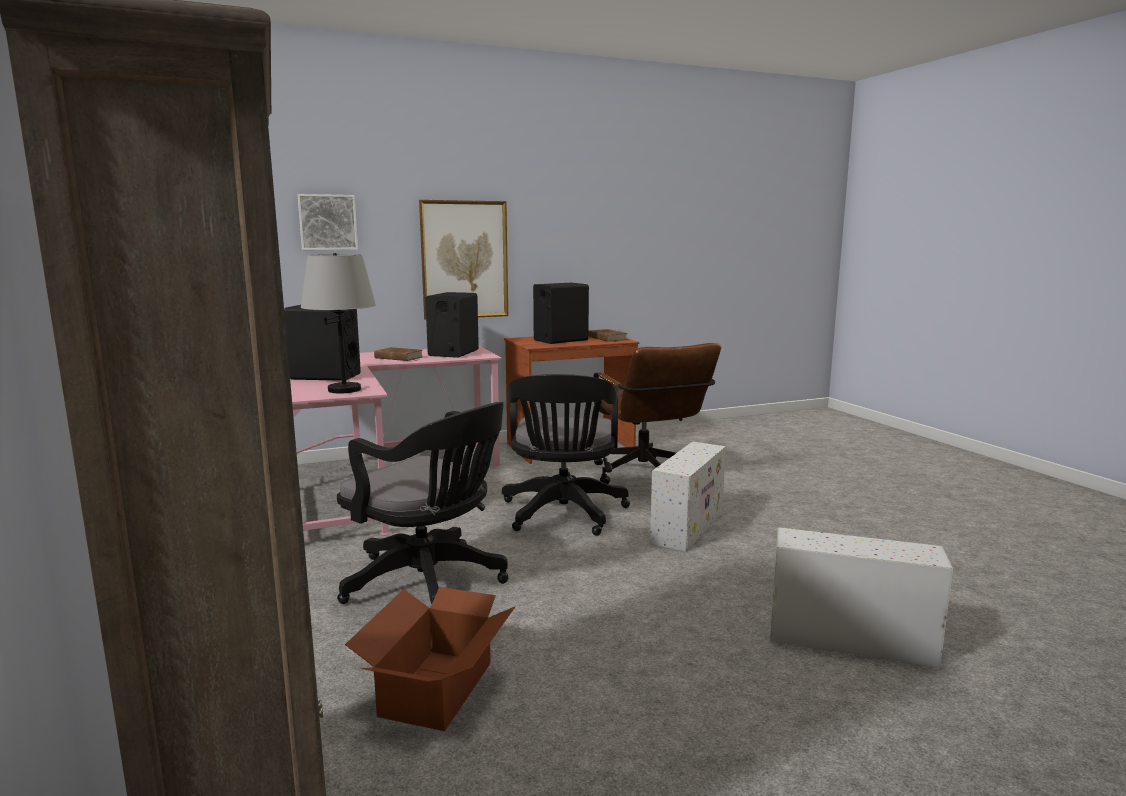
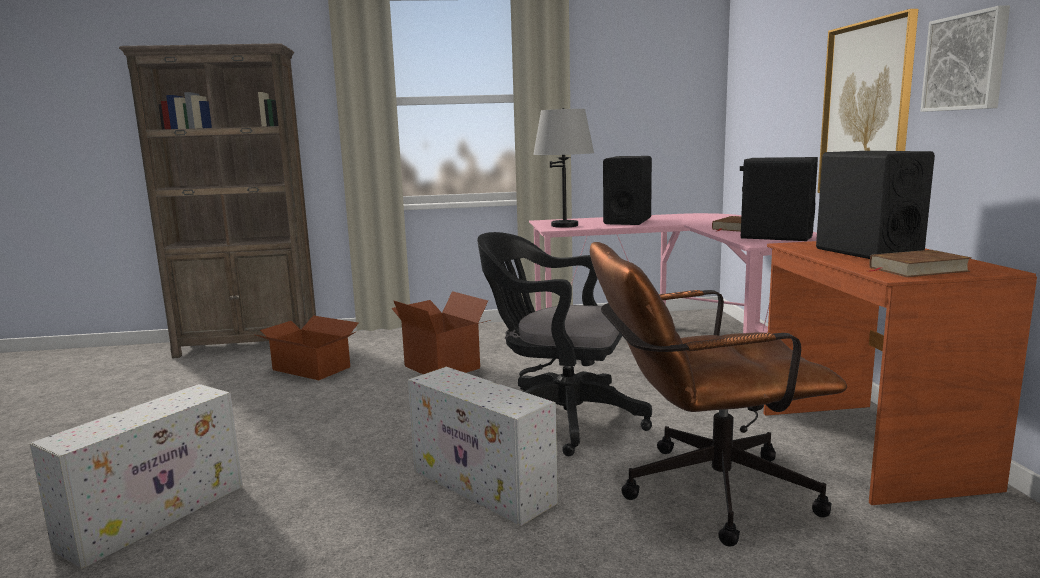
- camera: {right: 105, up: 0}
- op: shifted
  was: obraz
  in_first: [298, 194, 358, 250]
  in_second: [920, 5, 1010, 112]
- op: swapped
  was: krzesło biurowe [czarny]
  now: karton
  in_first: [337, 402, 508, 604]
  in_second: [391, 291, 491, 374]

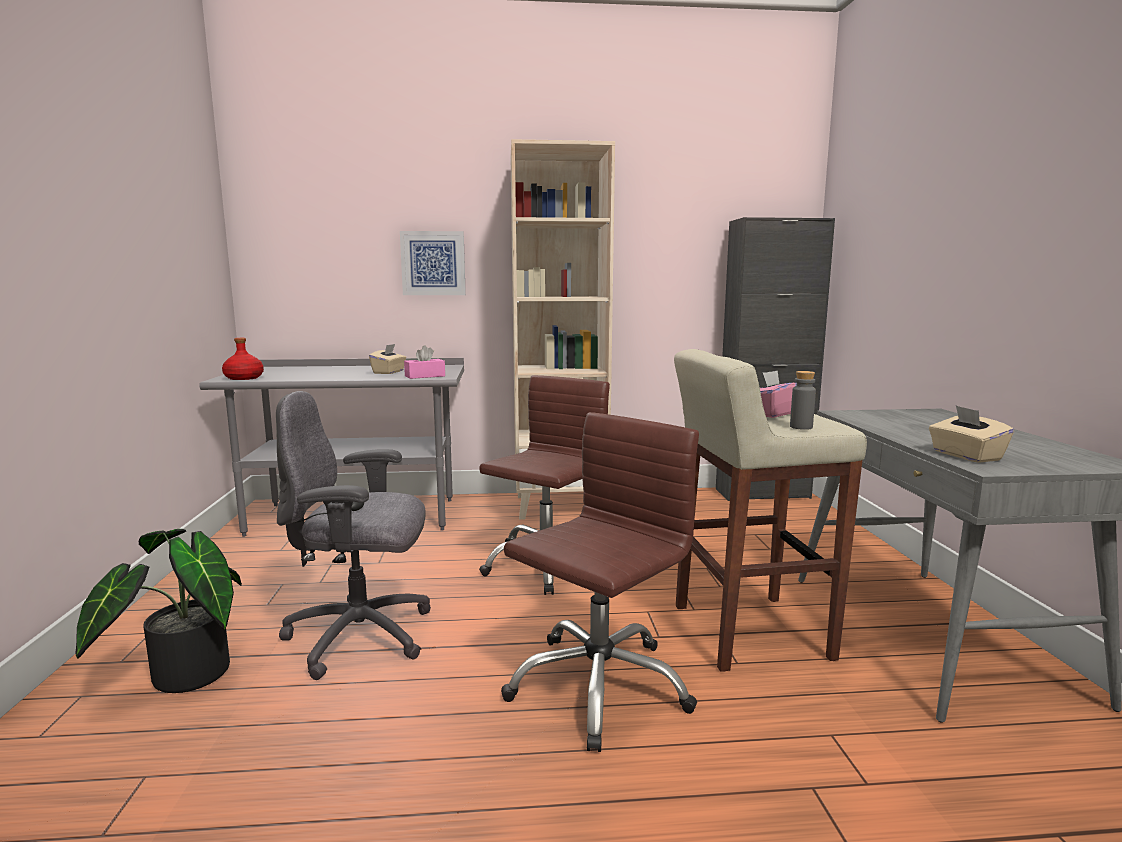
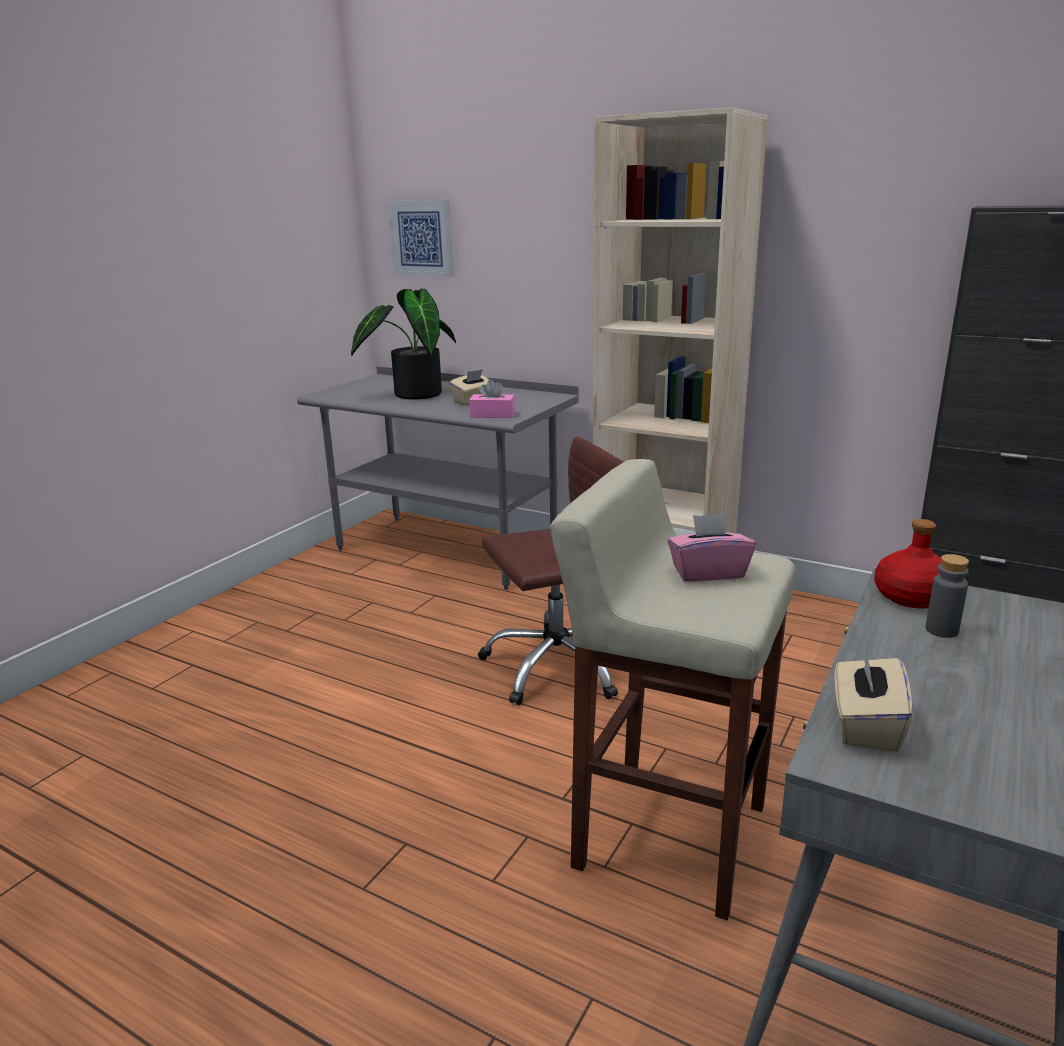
- camera: {right: 35, up: 10}
- op: gone
  was: krzesło biurowe [szary]
  in_first: [276, 391, 431, 680]
- op: gone
  was: krzesło biurowe [brązowy]
  in_first: [501, 412, 699, 752]
- op: shifted
  was: roślina doniczkowa
  in_first: [75, 529, 242, 693]
  in_second: [351, 289, 456, 400]
- op: shifted
  was: butelka [czerwony]
  in_first: [222, 338, 264, 380]
  in_second: [874, 519, 941, 608]
- op: shifted
  was: obraz
  in_first: [400, 231, 466, 295]
  in_second: [388, 200, 453, 277]
- op: shifted
  was: butelka [szary]
  in_first: [790, 371, 816, 430]
  in_second: [925, 554, 969, 638]

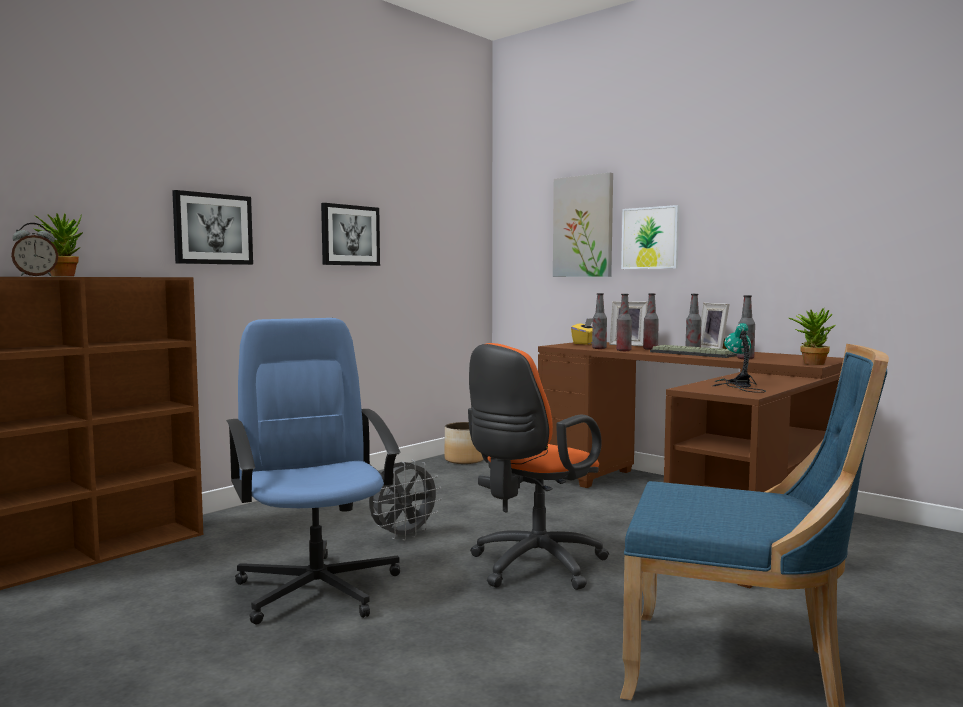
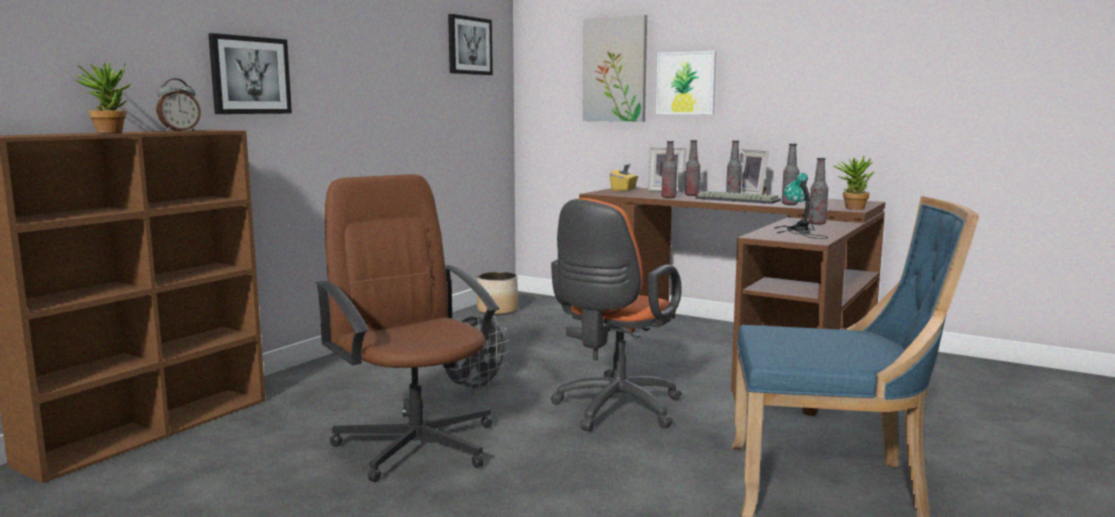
- camera: {right: -10, up: 5}
- op: shifted
  was: budzik
  in_first: [11, 223, 58, 276]
  in_second: [156, 78, 201, 132]
- op: shifted
  was: obraz
  in_first: [321, 203, 380, 266]
  in_second: [448, 14, 493, 75]
- op: shifted
  was: butelka
  in_first: [592, 293, 607, 349]
  in_second: [808, 158, 828, 225]
- op: repainted
  was: krzesło biurowe [niebieski]
  now: krzesło biurowe [brązowy]
  in_first: [226, 318, 401, 624]
  in_second: [315, 174, 500, 482]

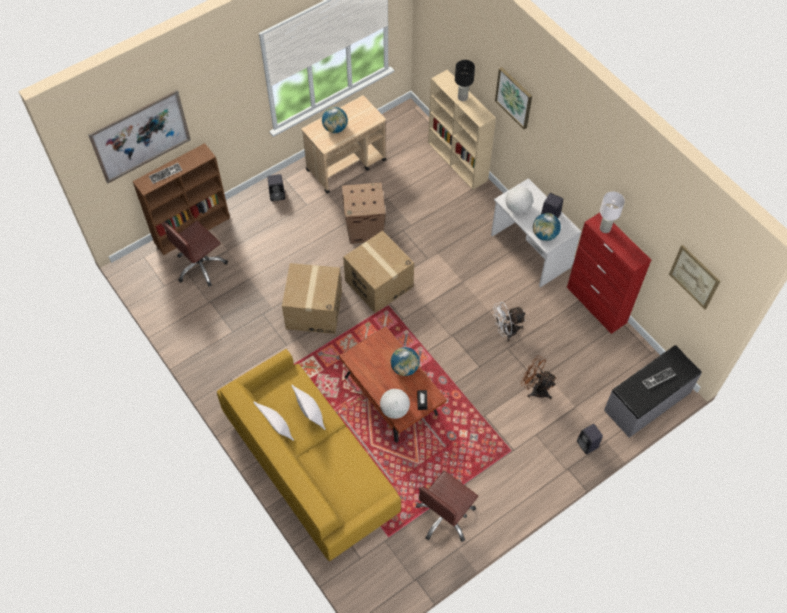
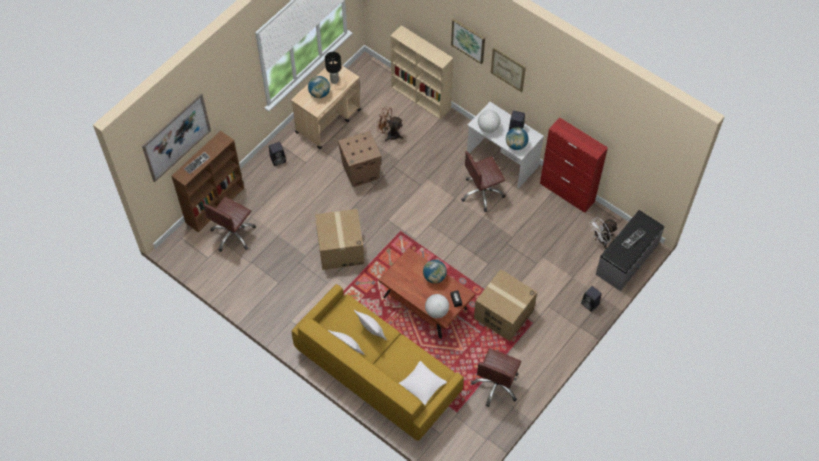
- camera: {right: -15, up: 0}
- op: gone
  was: lampa stołowa [biały]
  in_first: [600, 192, 625, 233]
- op: new
  now: poduszka [biały]
  in_second: [399, 361, 447, 405]
- op: new
  now: krzesło biurowe [brązowy]
  in_second: [461, 151, 506, 212]
- op: shifted
  was: karton
  in_first: [343, 231, 414, 313]
  in_second: [474, 269, 537, 341]
- op: shifted
  was: lampa stołowa [czarny]
  in_first: [455, 60, 475, 101]
  in_second: [325, 52, 341, 84]
- op: shifted
  was: wentylator [biały]
  in_first: [493, 302, 526, 342]
  in_second: [589, 217, 618, 249]
- op: shifted
  was: wentylator [brązowy]
  in_first: [521, 355, 557, 399]
  in_second: [378, 107, 403, 141]
- op: shifted
  was: obraz
  in_first: [669, 245, 720, 310]
  in_second: [491, 48, 526, 92]

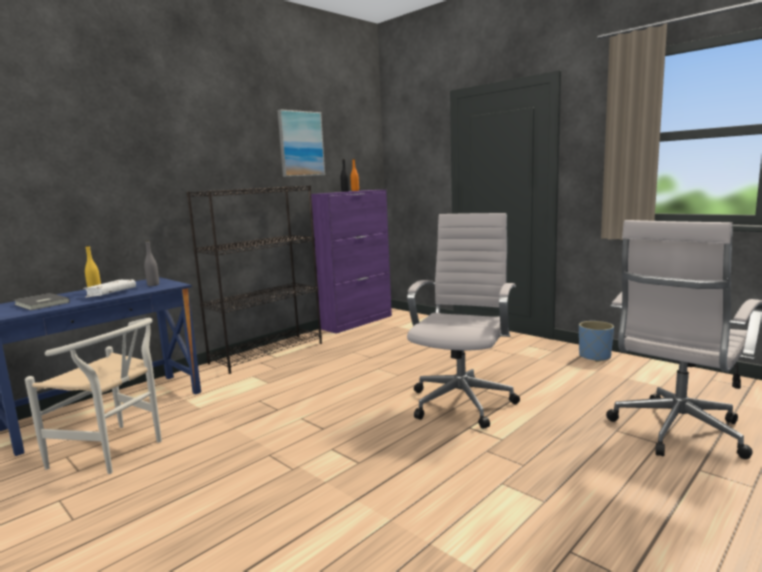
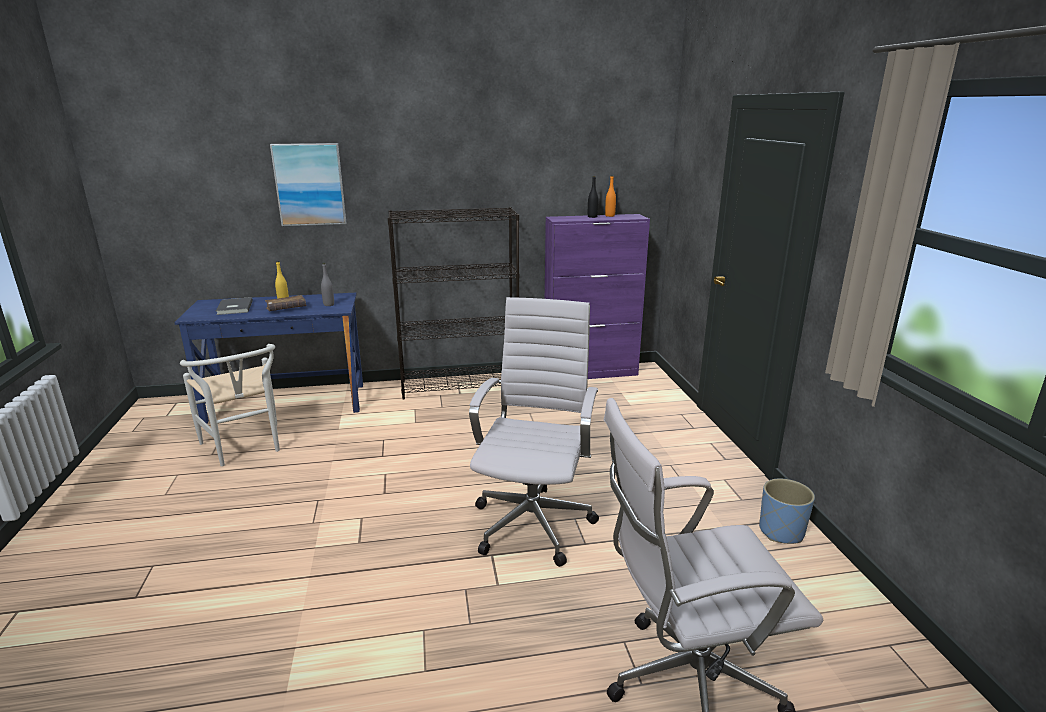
- camera: {right: 35, up: 10}
- op: shifted
  was: obraz
  in_first: [277, 109, 325, 177]
  in_second: [270, 143, 346, 226]
- op: repainted
  was: książka [biały]
  now: książka [brązowy]
  in_first: [83, 280, 136, 298]
  in_second: [265, 295, 306, 311]
- op: rotated
  was: krzesło biurowe [biały]
  in_first: [407, 213, 520, 429]
  in_second: [469, 297, 599, 567]
  clockwise: -45

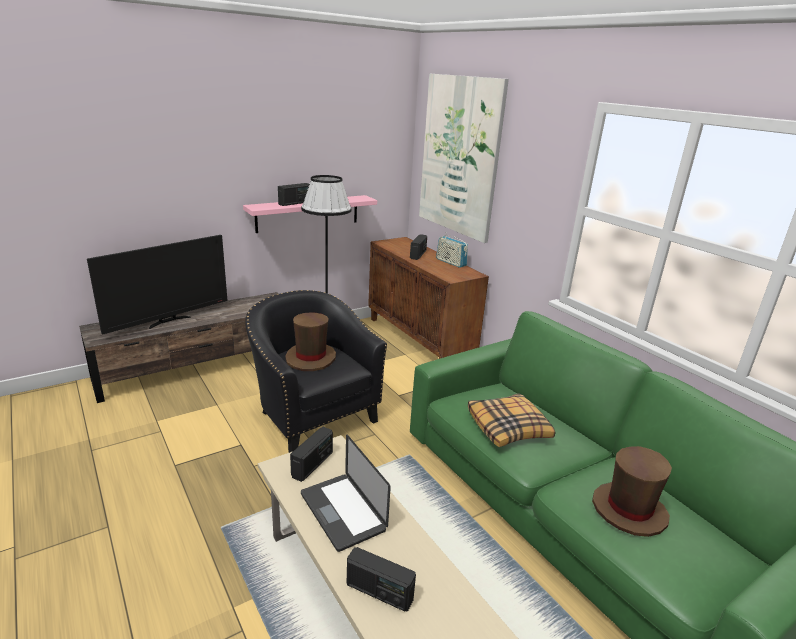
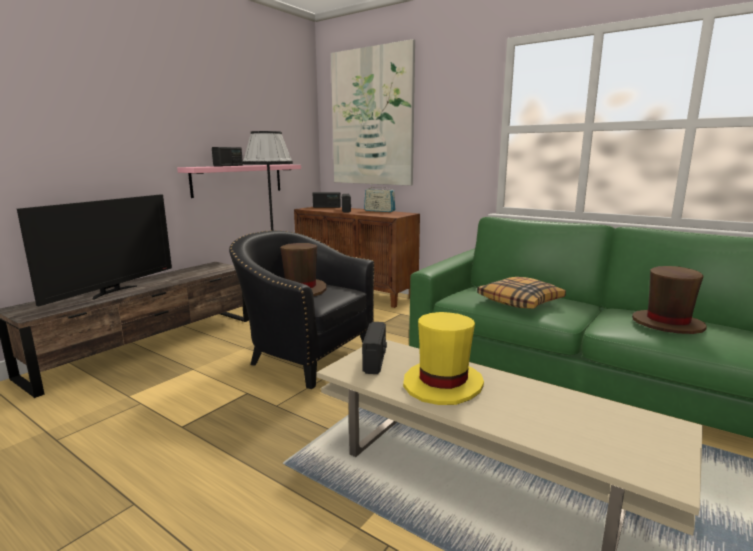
- camera: {right: -20, up: -10}
- op: shifted
  was: radio
  in_first: [347, 547, 416, 612]
  in_second: [313, 192, 341, 208]
- op: swapped
  was: laptop
  now: kapelusz [żółty]
  in_first: [301, 435, 391, 552]
  in_second: [403, 312, 484, 405]

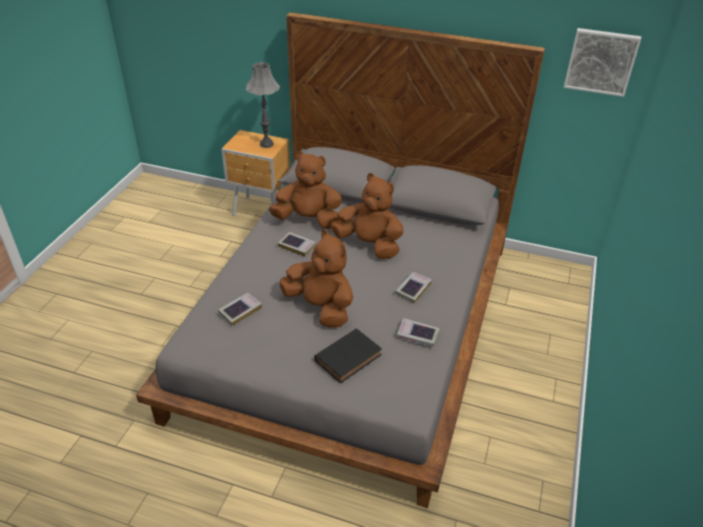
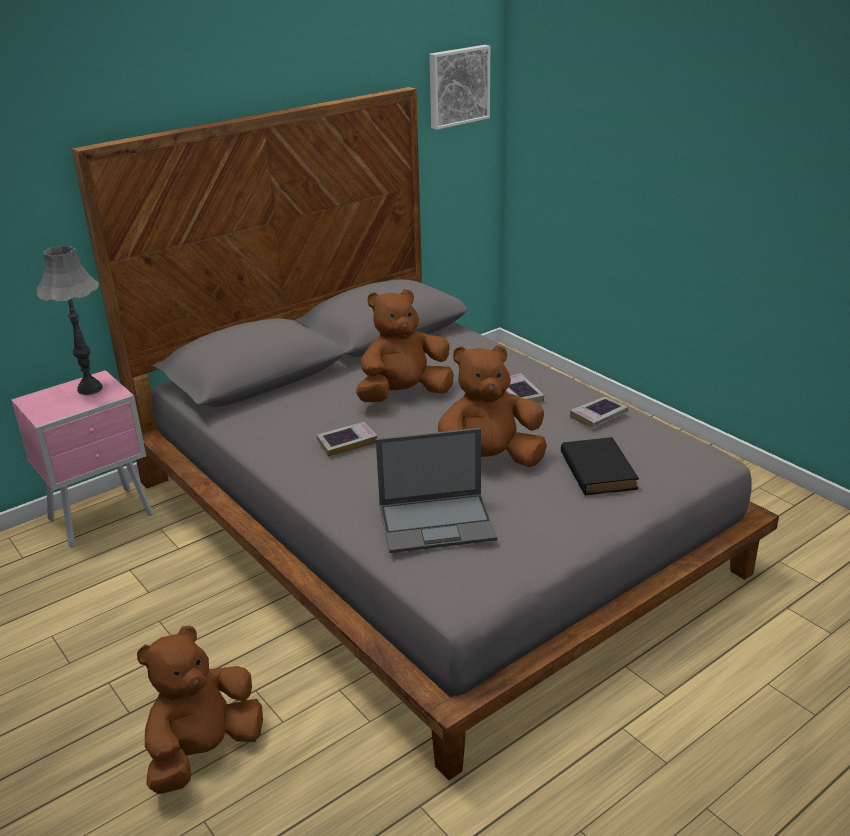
- camera: {right: -55, up: -10}
- op: shifted
  was: pluszak [brązowy]
  in_first: [269, 151, 342, 229]
  in_second: [137, 626, 263, 794]
- op: swapped
  was: książka
  now: laptop
  in_first: [218, 293, 262, 326]
  in_second: [376, 428, 497, 553]
- op: repainted
  was: szafka nocna [brązowy]
  now: szafka nocna [różowy]
  in_first: [221, 130, 290, 216]
  in_second: [11, 370, 153, 548]

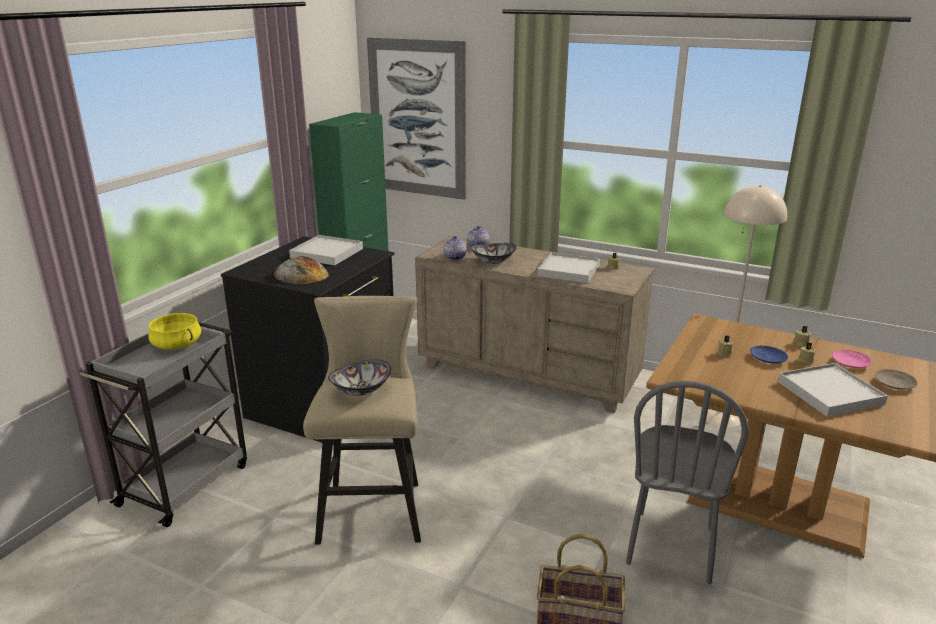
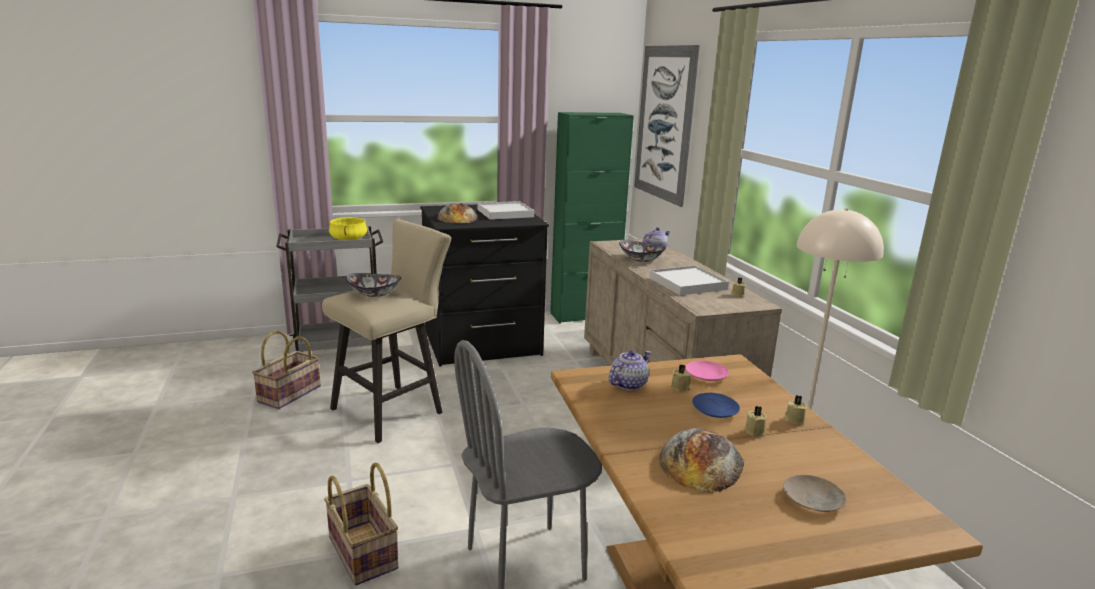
- camera: {right: 45, up: -5}
- op: new
  now: koszyk
  in_second: [252, 331, 321, 409]
- op: shifted
  was: imbryk
  in_first: [443, 236, 467, 260]
  in_second: [609, 350, 651, 390]
- op: shifted
  was: talerz [różowy]
  in_first: [832, 350, 872, 368]
  in_second: [685, 360, 729, 381]
- op: swapped
  was: taca [biały]
  now: chleb
  in_first: [778, 363, 888, 417]
  in_second: [659, 428, 744, 493]

